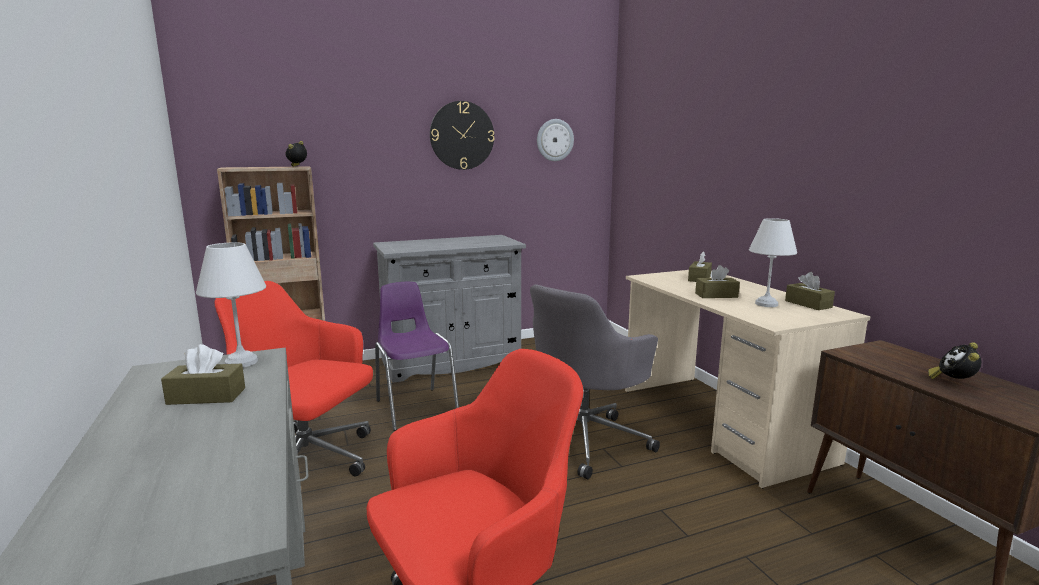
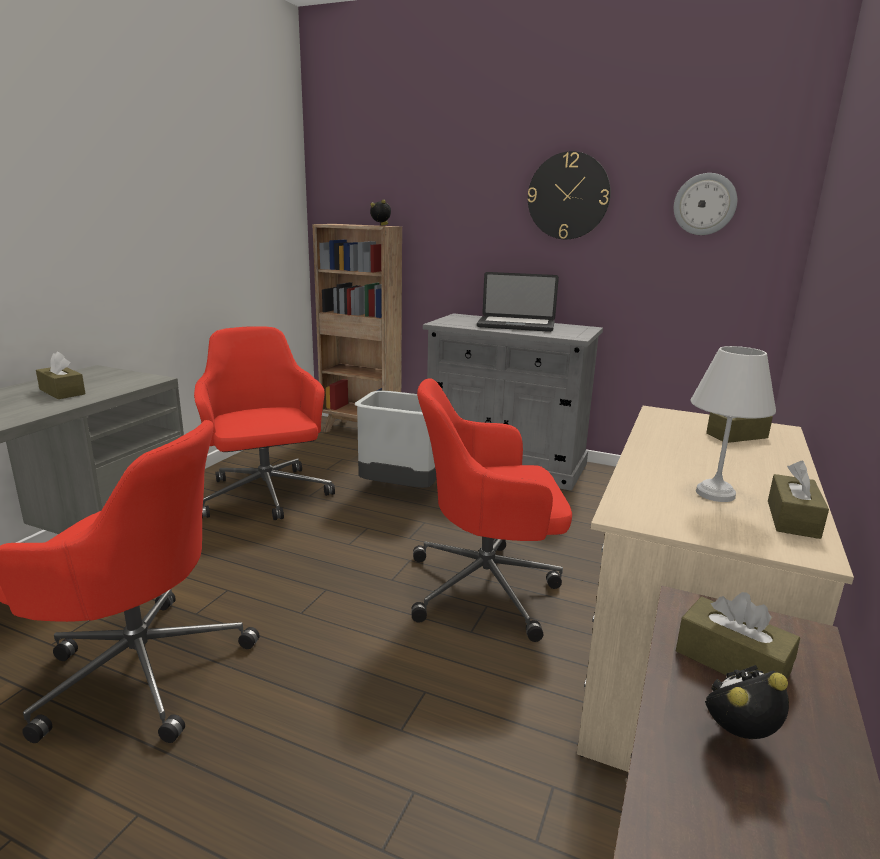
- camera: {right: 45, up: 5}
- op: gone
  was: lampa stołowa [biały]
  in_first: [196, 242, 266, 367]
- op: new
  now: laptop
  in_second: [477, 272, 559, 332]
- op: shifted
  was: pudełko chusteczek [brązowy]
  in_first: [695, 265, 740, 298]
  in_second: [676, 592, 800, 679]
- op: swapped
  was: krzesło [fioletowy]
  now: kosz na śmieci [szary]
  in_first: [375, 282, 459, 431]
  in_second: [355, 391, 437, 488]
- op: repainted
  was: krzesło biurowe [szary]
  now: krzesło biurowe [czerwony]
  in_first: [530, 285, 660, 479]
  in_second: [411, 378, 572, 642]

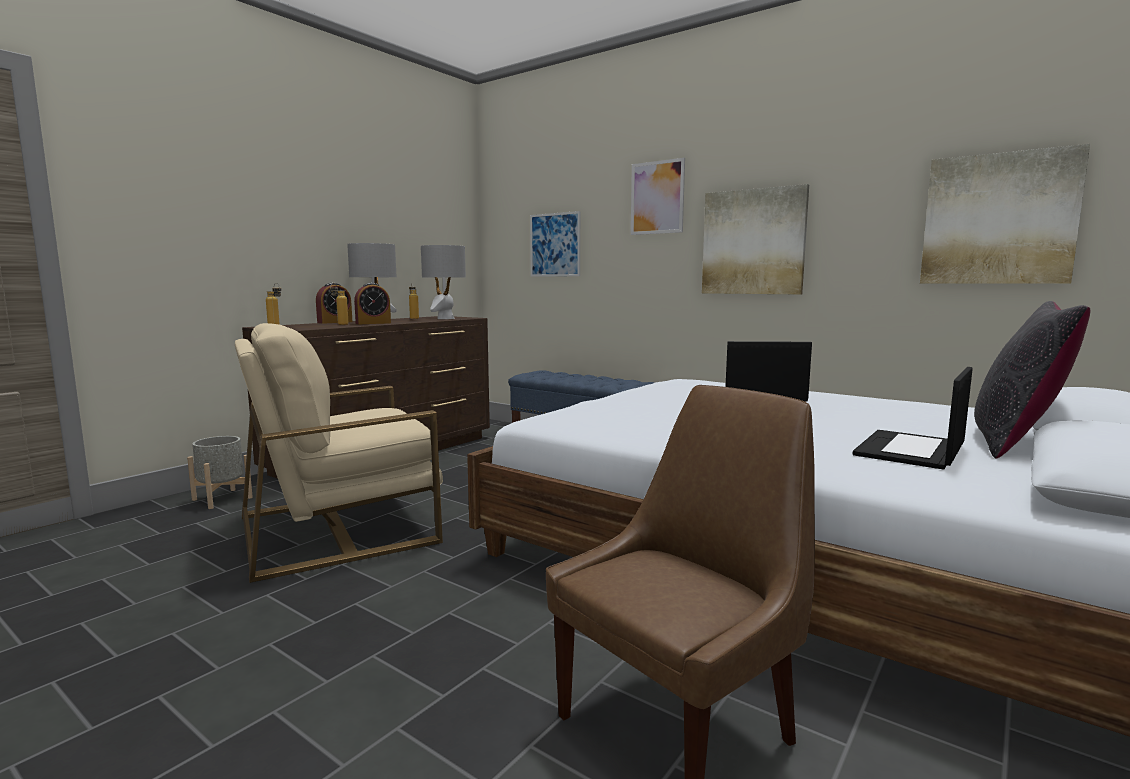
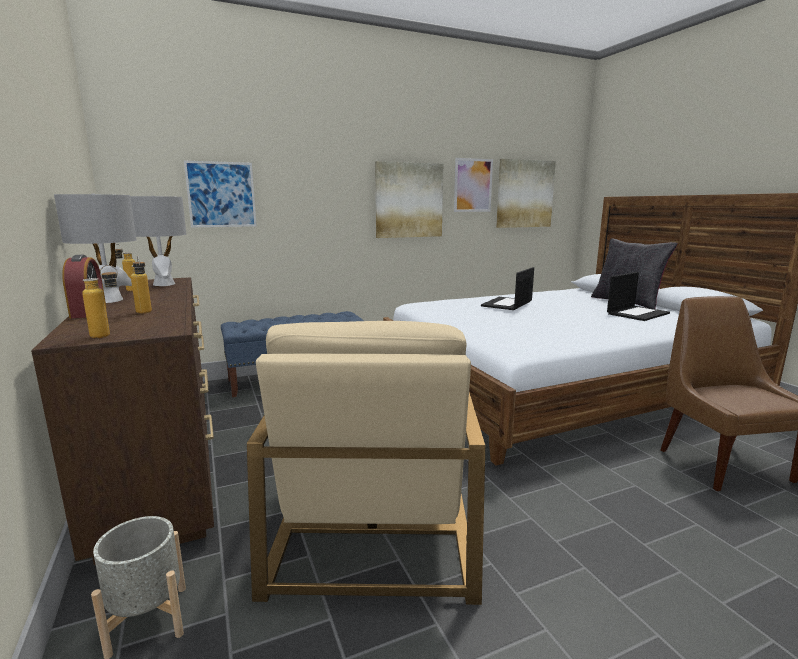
- camera: {right: -60, up: 5}
- op: gone
  was: budzik
  in_first: [354, 283, 391, 324]
- op: shifted
  was: obraz
  in_first: [631, 158, 685, 235]
  in_second: [454, 158, 493, 212]
- op: rotated
  was: laptop
  in_first: [853, 367, 973, 470]
  in_second: [607, 272, 670, 321]
  clockwise: -105

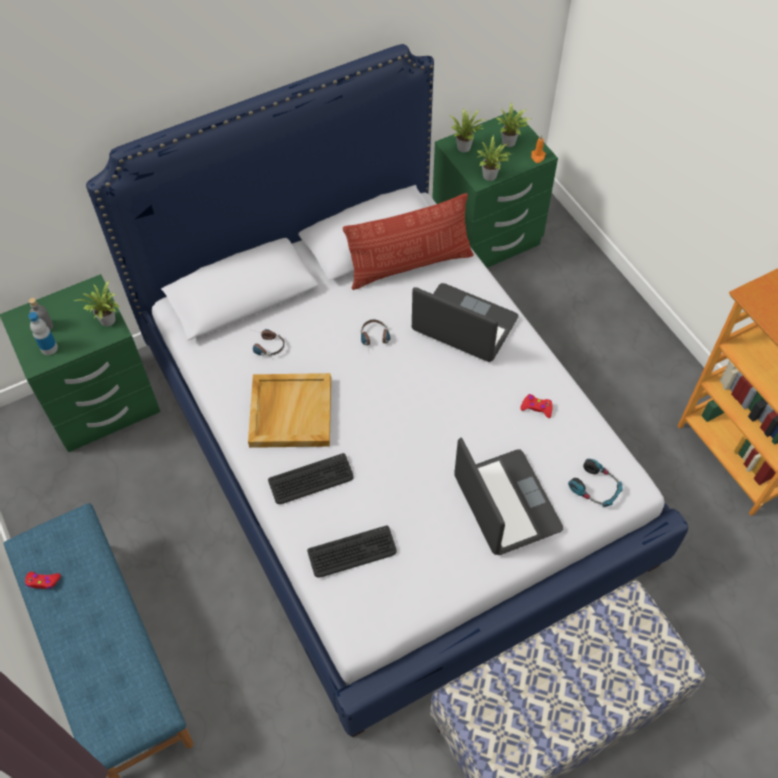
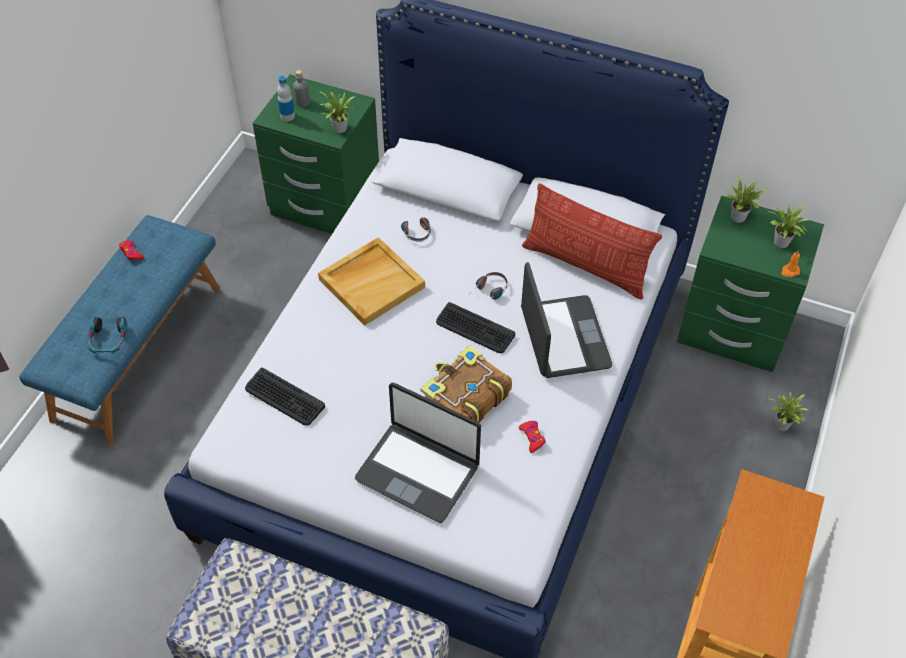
- camera: {right: 50, up: -5}
- op: new
  now: książka
  in_second: [420, 345, 512, 423]
- op: shifted
  was: klawiatura
  in_first: [268, 453, 354, 504]
  in_second: [436, 302, 515, 353]
- op: shifted
  was: roślina doniczkowa
  in_first: [477, 135, 513, 181]
  in_second: [770, 392, 808, 431]
- op: shifted
  was: słuchawki
  in_first: [568, 459, 623, 507]
  in_second: [88, 317, 128, 354]
- op: rotated
  was: laptop
  in_first: [454, 437, 563, 555]
  in_second: [355, 383, 481, 523]
  clockwise: 90

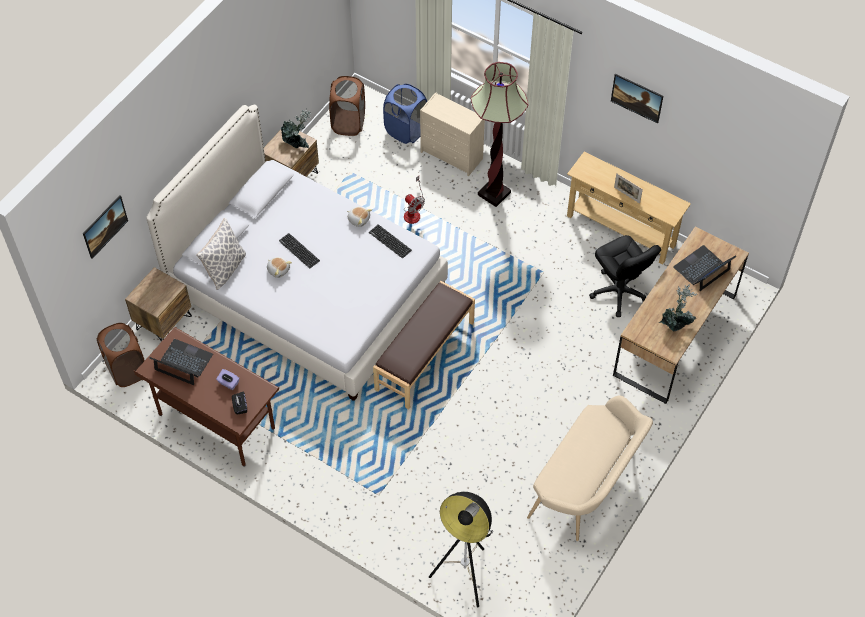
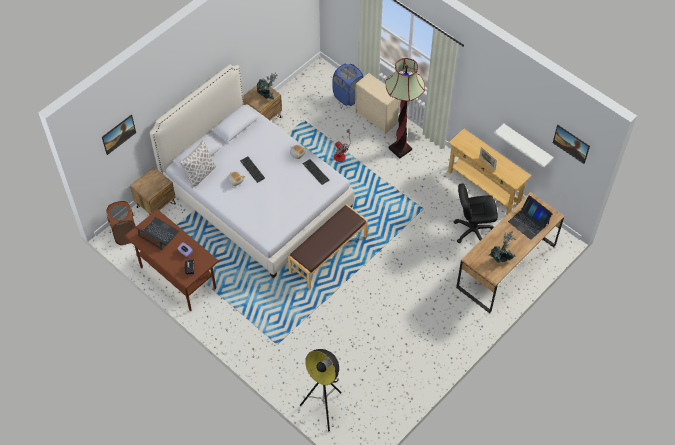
- camera: {right: 10, up: 0}
- op: gone
  was: kosz na pranie [brązowy]
  in_first: [329, 76, 365, 136]
- op: gone
  was: ławka [beżowy]
  in_first: [527, 395, 653, 541]
- op: new
  now: półka [biały]
  in_second: [494, 124, 554, 168]
- op: shifted
  was: obraz
  in_first: [611, 74, 663, 123]
  in_second: [553, 125, 590, 164]
- op: rotated
  was: krzesło biurowe [czarny]
  in_first: [589, 235, 661, 317]
  in_second: [454, 183, 498, 243]
  clockwise: 105
- op: rotated
  was: laptop
  in_first: [673, 245, 736, 291]
  in_second: [508, 195, 553, 240]
  clockwise: -105

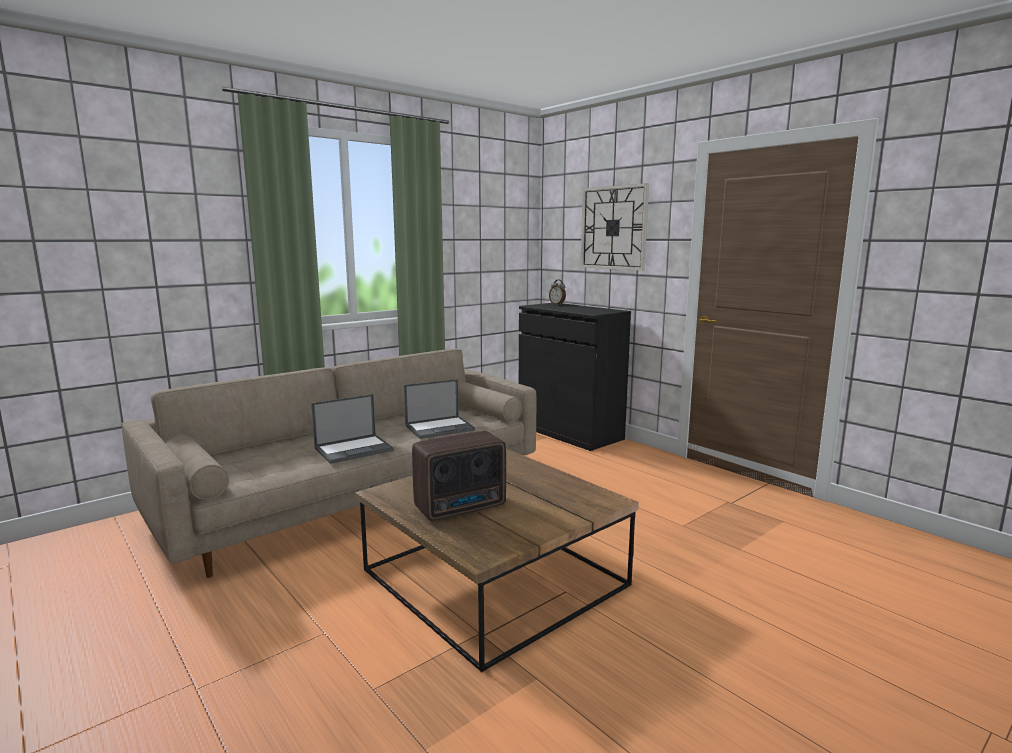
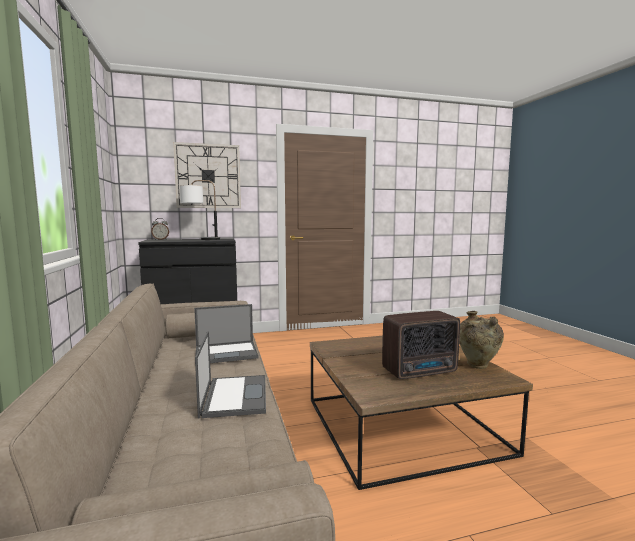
- camera: {right: -65, up: -5}
- op: new
  now: lampa stołowa
  in_second: [179, 180, 220, 240]
- op: new
  now: wazon [beżowy]
  in_second: [459, 311, 504, 369]
- op: rotated
  was: laptop
  in_first: [404, 379, 475, 439]
  in_second: [194, 304, 259, 363]
  clockwise: 75
- op: rotated
  was: radio
  in_first: [412, 431, 506, 521]
  in_second: [382, 311, 460, 379]
  clockwise: 75

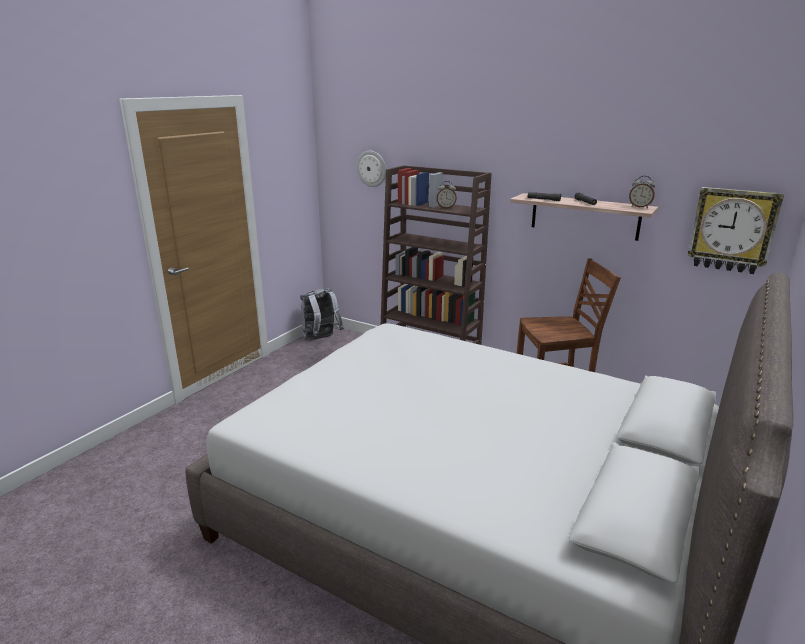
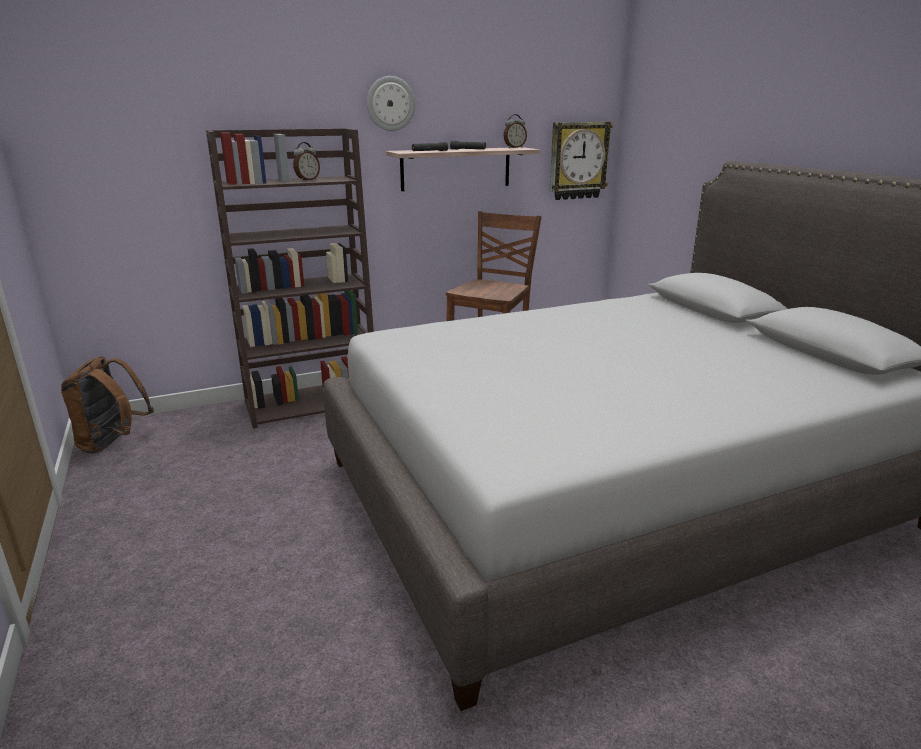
- camera: {right: -55, up: 0}
- op: shifted
  was: zegar ścienny
  in_first: [356, 150, 386, 187]
  in_second: [367, 76, 415, 131]
- op: repainted
  was: plecak [szary]
  now: plecak [brązowy]
  in_first: [300, 288, 344, 340]
  in_second: [61, 356, 154, 454]

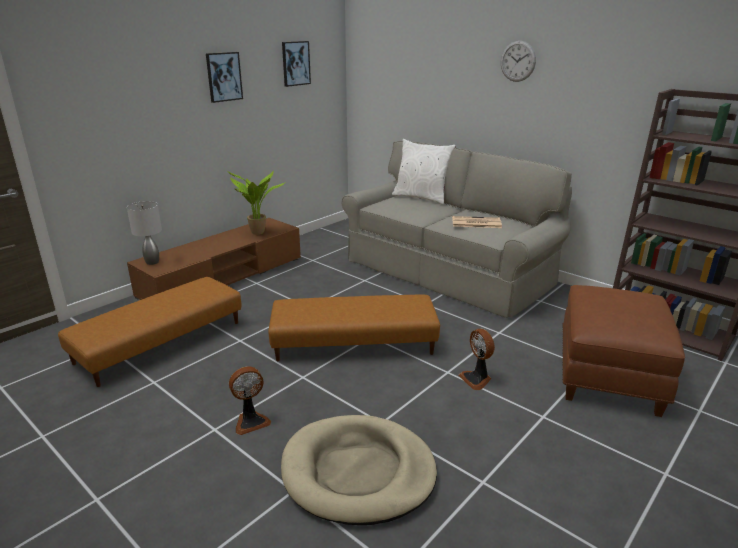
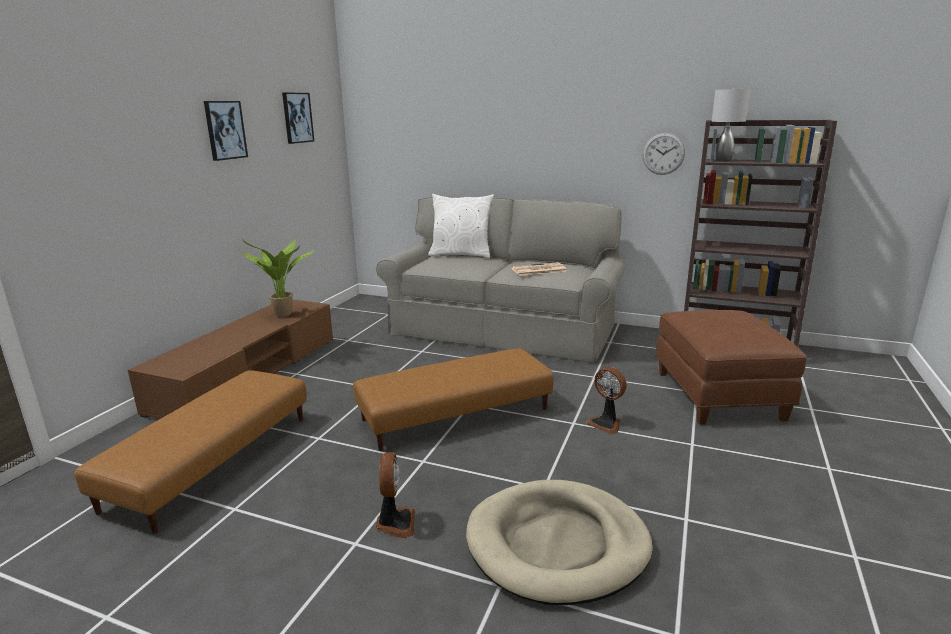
- camera: {right: -20, up: -5}
- op: shifted
  was: lampa stołowa [szary]
  in_first: [127, 201, 162, 265]
  in_second: [711, 88, 750, 161]
- op: shifted
  was: zegar ścienny
  in_first: [501, 41, 536, 82]
  in_second: [643, 133, 685, 175]
- op: rotated
  was: wentylator
  in_first: [229, 367, 271, 435]
  in_second: [376, 452, 415, 538]
  clockwise: -45

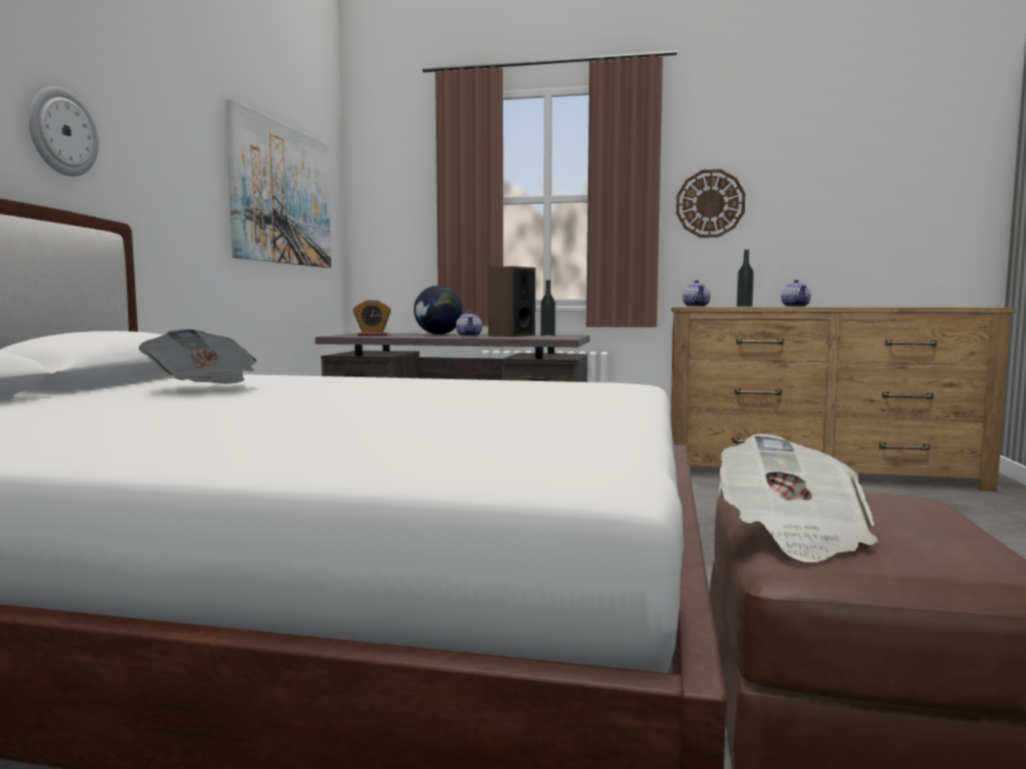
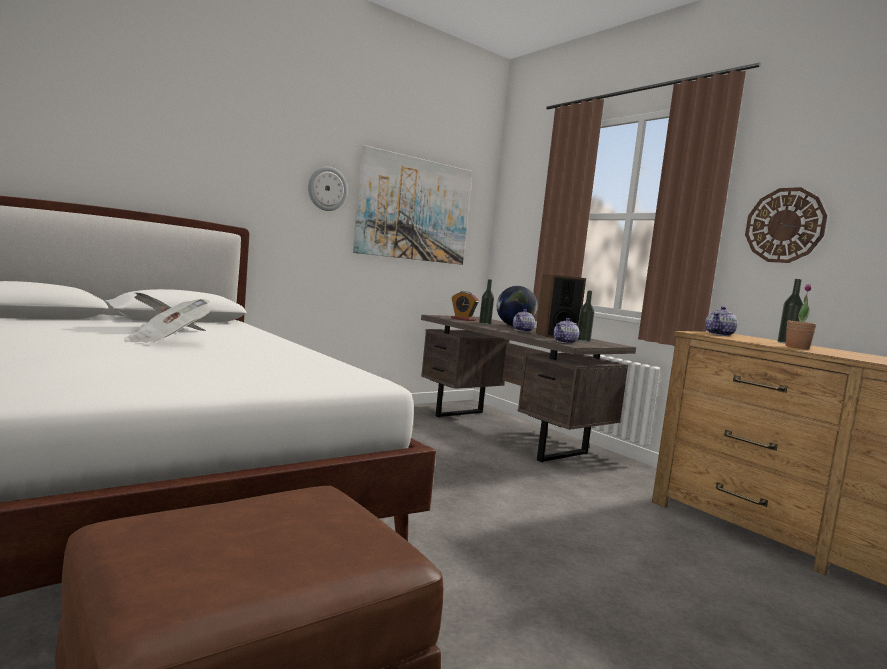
- camera: {right: 40, up: 0}
- op: new
  now: butelka
  in_second: [479, 279, 494, 325]
- op: new
  now: roślina doniczkowa
  in_second: [786, 284, 816, 349]
- op: shifted
  was: zegar ścienny
  in_first: [29, 87, 99, 176]
  in_second: [308, 166, 348, 211]
- op: shifted
  was: gazeta
  in_first: [718, 434, 877, 562]
  in_second: [124, 299, 211, 343]
- op: shifted
  was: imbryk
  in_first: [781, 280, 811, 307]
  in_second: [553, 318, 579, 344]

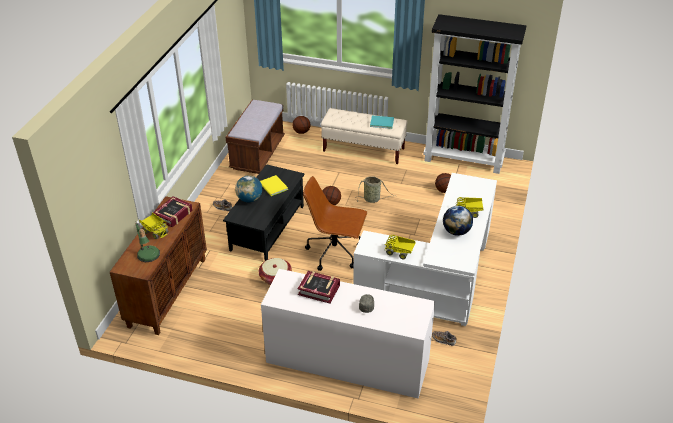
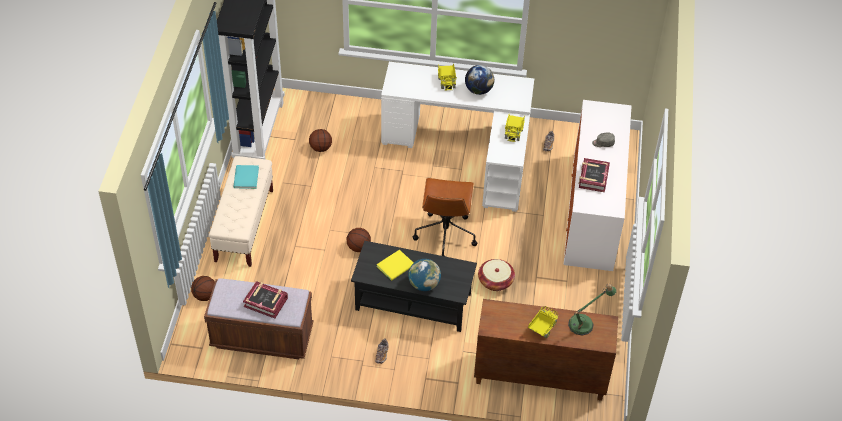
- camera: {right: -100, up: 10}
- op: gone
  was: koszyk
  in_first: [355, 176, 395, 203]
- op: shifted
  was: książka
  in_first: [153, 196, 193, 227]
  in_second: [243, 281, 288, 318]

